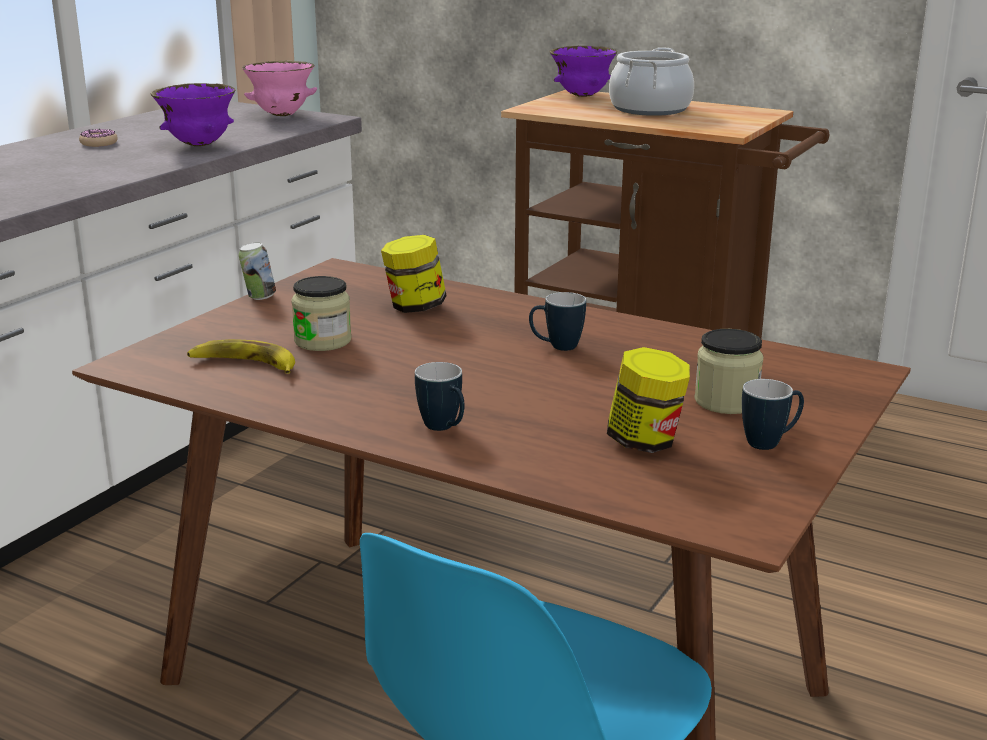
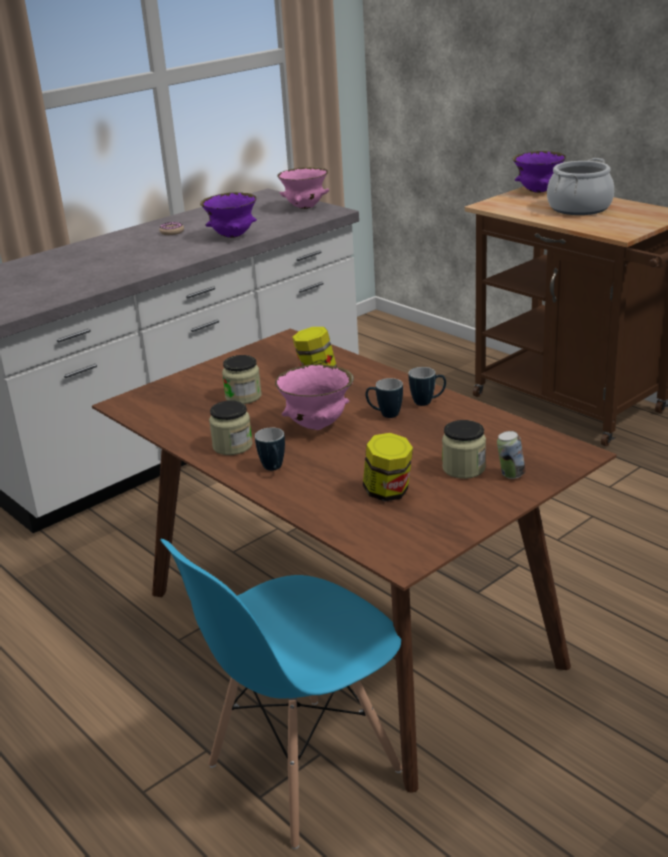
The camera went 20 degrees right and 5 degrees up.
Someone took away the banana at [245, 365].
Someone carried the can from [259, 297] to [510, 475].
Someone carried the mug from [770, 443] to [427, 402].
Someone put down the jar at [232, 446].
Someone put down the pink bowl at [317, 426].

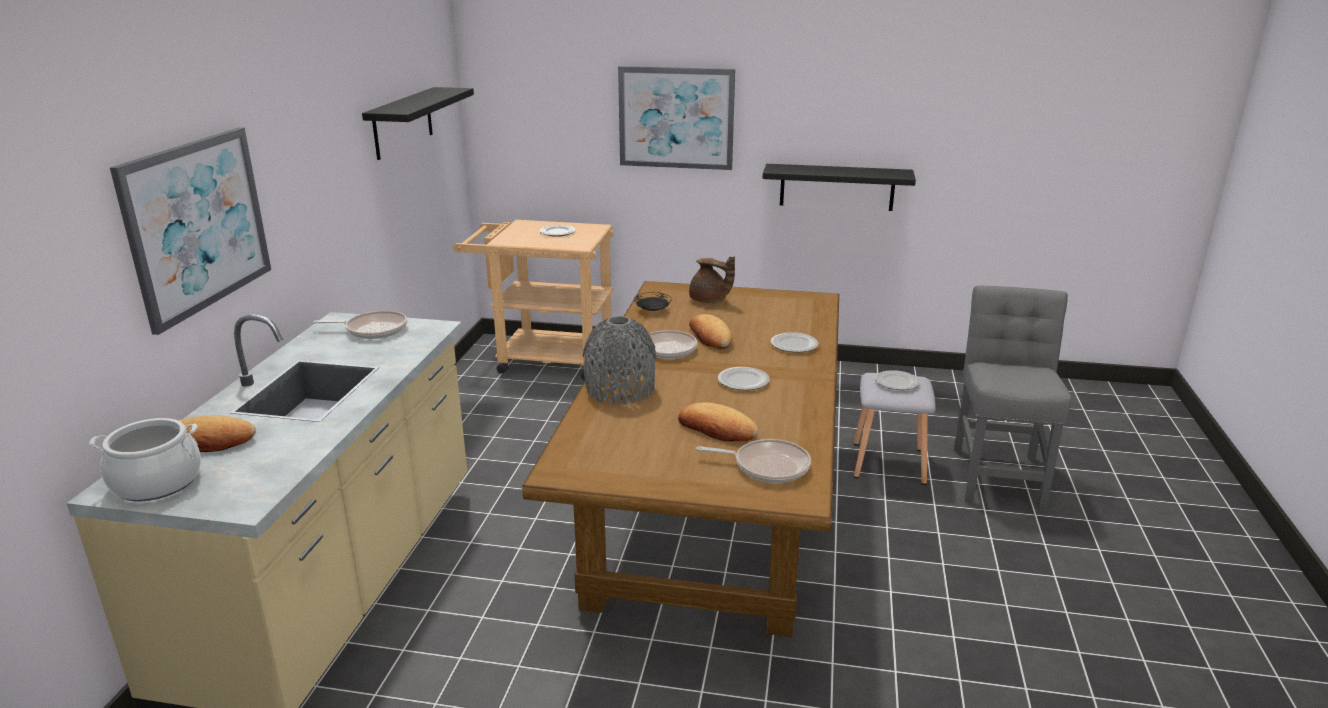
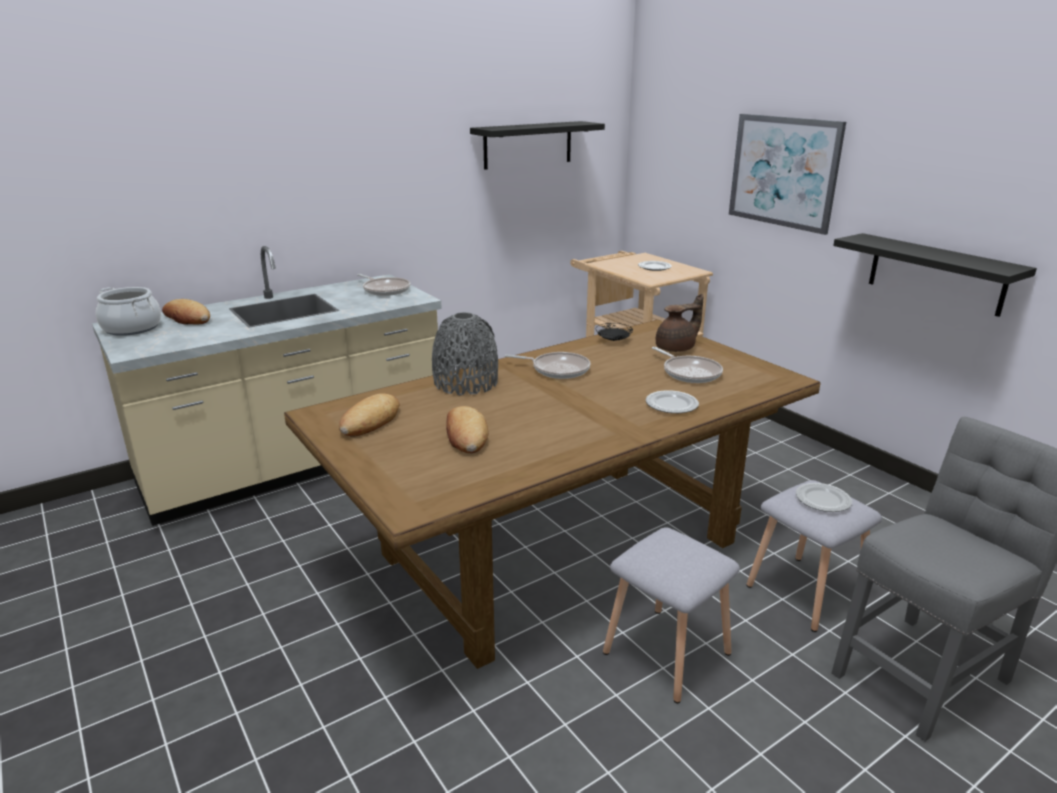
The camera went 45 degrees right and 0 degrees up.
Someone took away the picture at [197, 225].
Someone rotated the brown teapot at [709, 301] by 105 degrees counterclockwise.
Someone carried the bread from [710, 337] to [370, 421].
Someone carried the frying pan from [767, 466] to [689, 372].
Someone took away the plate at [743, 381].
Someone put down the grey stool at [666, 654].

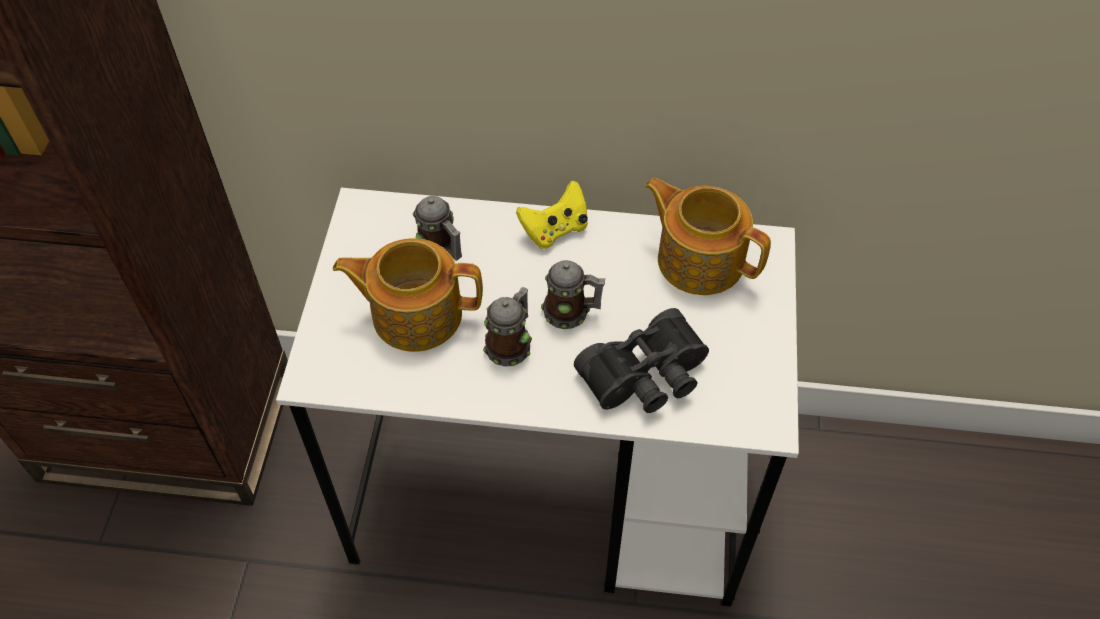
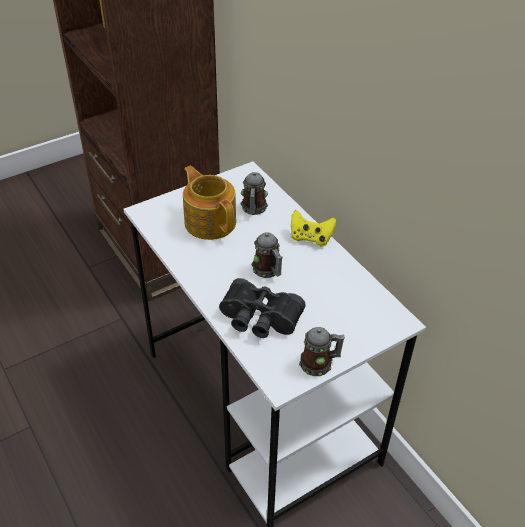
The camera went 50 degrees right and 10 degrees down.
Someone carried the mug from [511, 343] to [319, 363].
Someone took away the teapot at [699, 259].

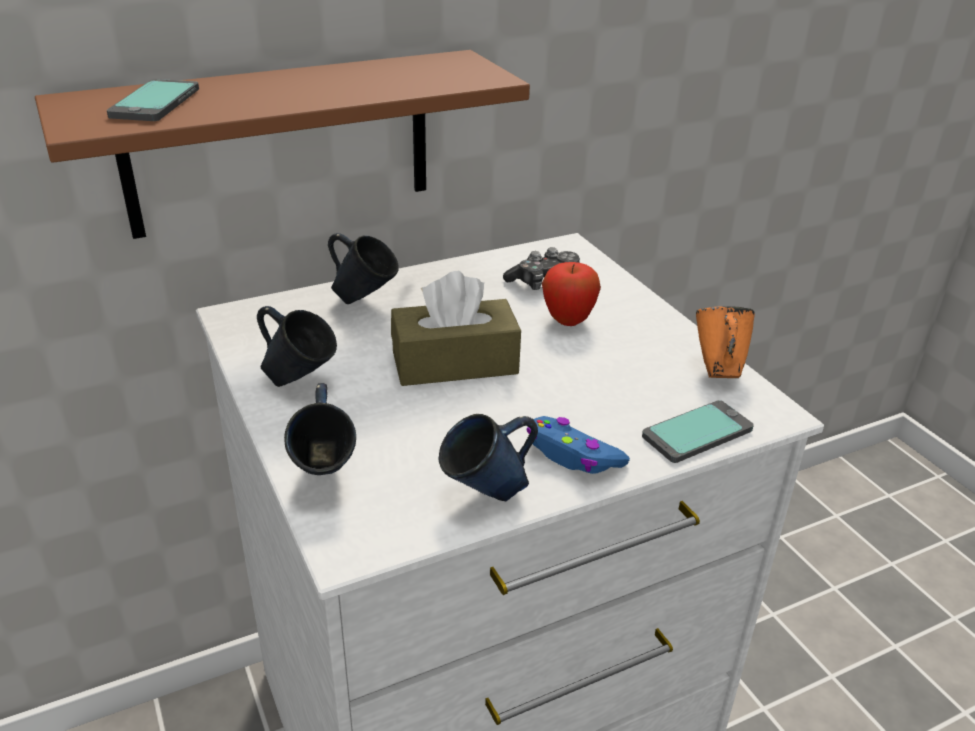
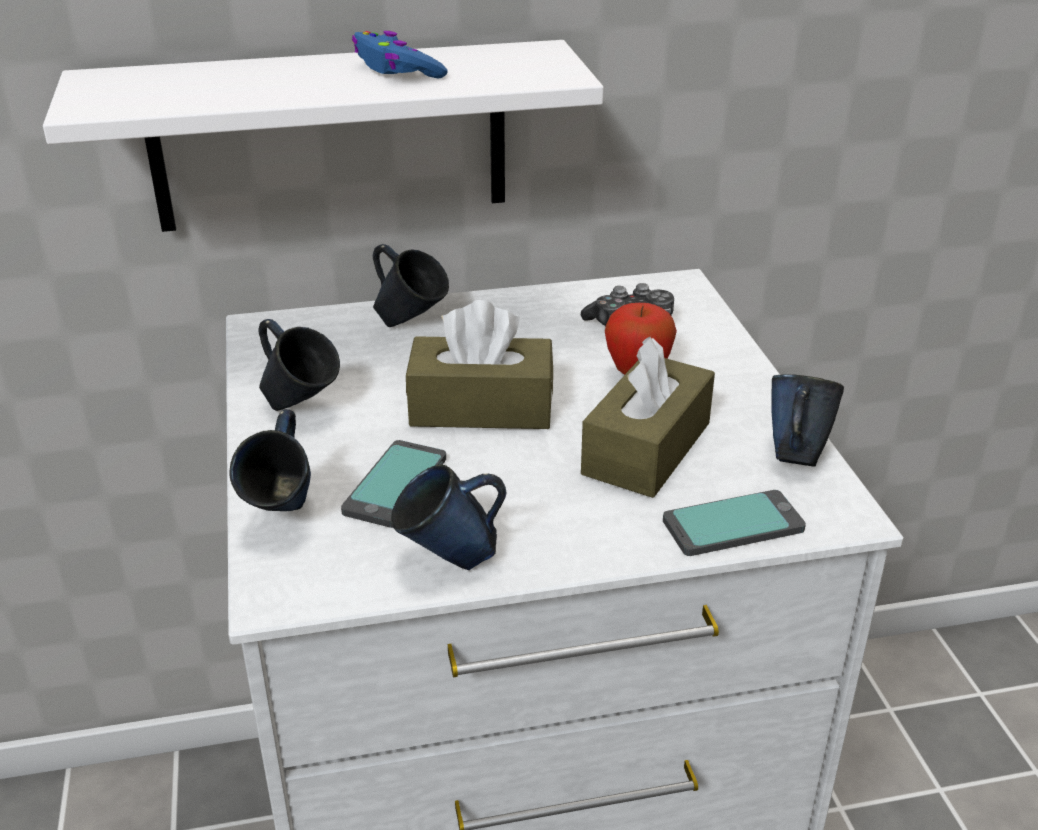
The camera went 15 degrees right and 0 degrees up.
Someone repainted the brown shelf at [280, 143], which became the white shelf at [330, 137].
Someone carried the phone from [156, 103] to [396, 485].
Someone carried the blue game controller from [572, 455] to [397, 70].
Someone repainted the orange mug at [717, 371], which became the blue mug at [795, 455].
Someone put down the brown tissue box at [646, 448].

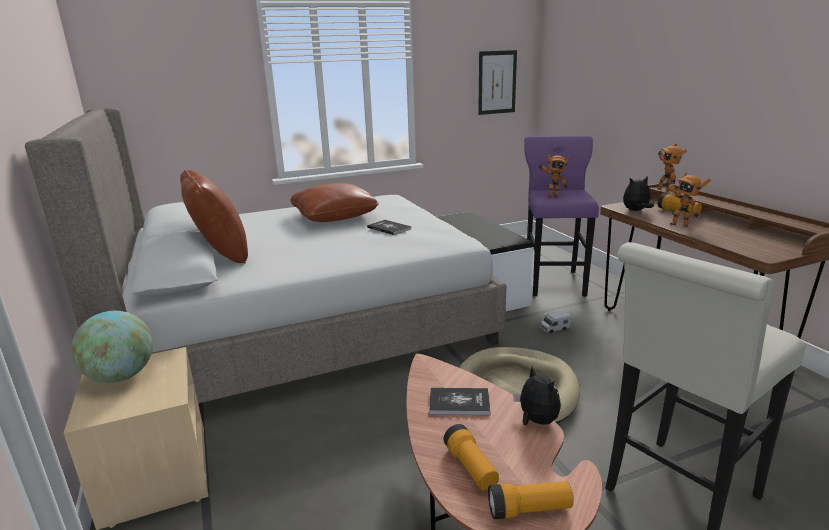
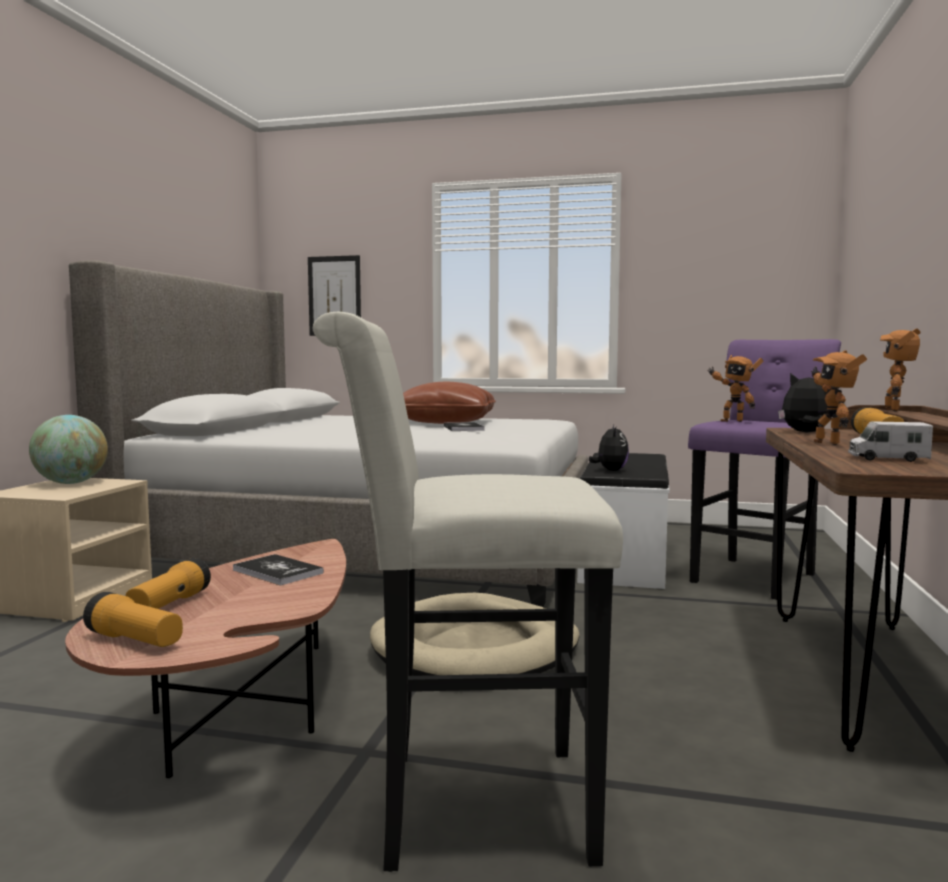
The camera went 35 degrees right and 15 degrees down.
Someone took away the brown pillow at [221, 255].
Someone carried the picture from [497, 82] to [334, 296].
Someone carried the plush toy from [536, 421] to [610, 470].
Someone carried the toy truck from [554, 328] to [887, 459].

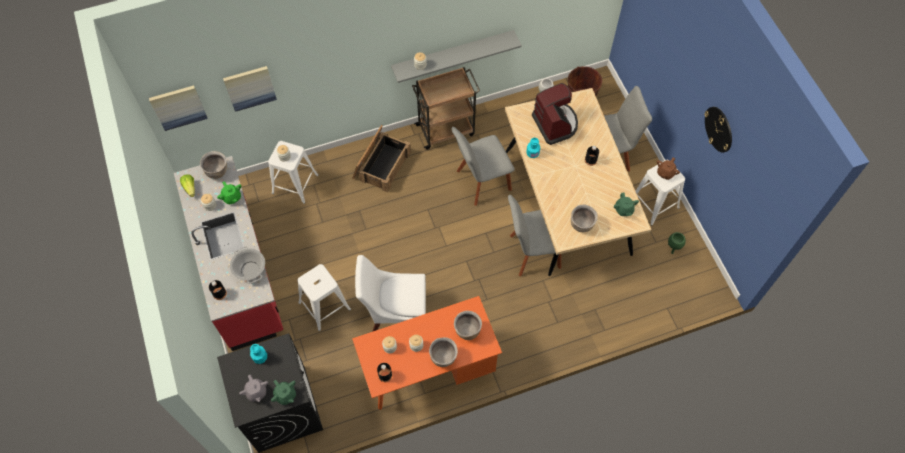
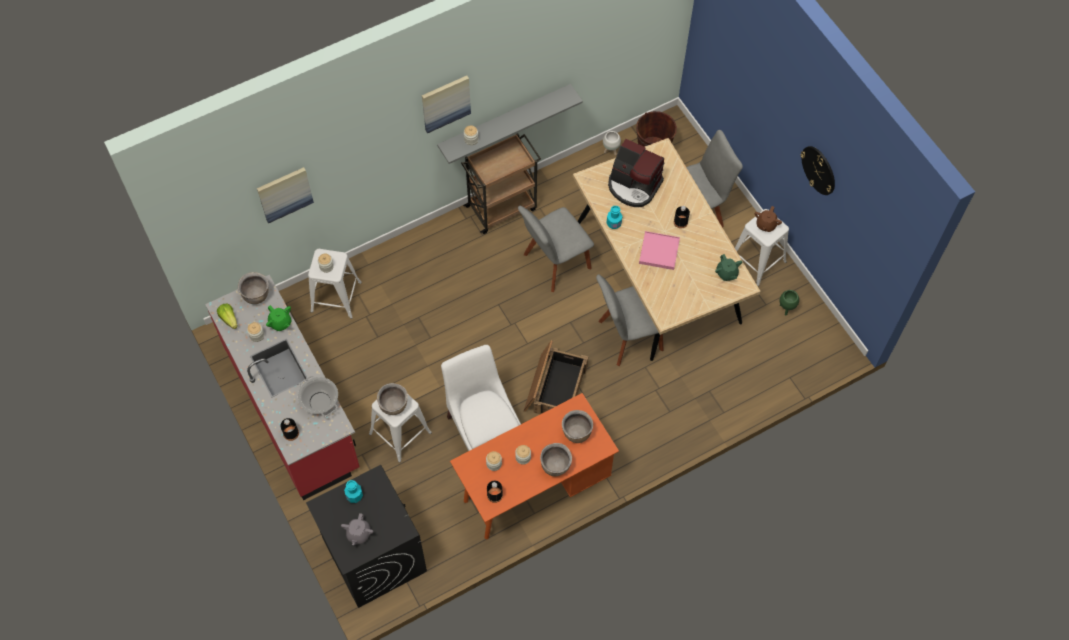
The camera went 10 degrees left and 0 degrees up.
Someone carried the picture from [178, 107] to [445, 103].
Someone rotated the grey teapot at [256, 392] by 45 degrees clockwise.
Someone took away the green teapot at [285, 395].
Someone carried the crate from [381, 164] to [555, 387].
Someone rotated the white chair at [395, 312] by 75 degrees clockwise.
Someone rotated the coffee machine at [555, 124] by 150 degrees clockwise.
Someone carried the brown cooking pot from [582, 225] to [394, 406].
Someone put down the pink tray at [659, 251].

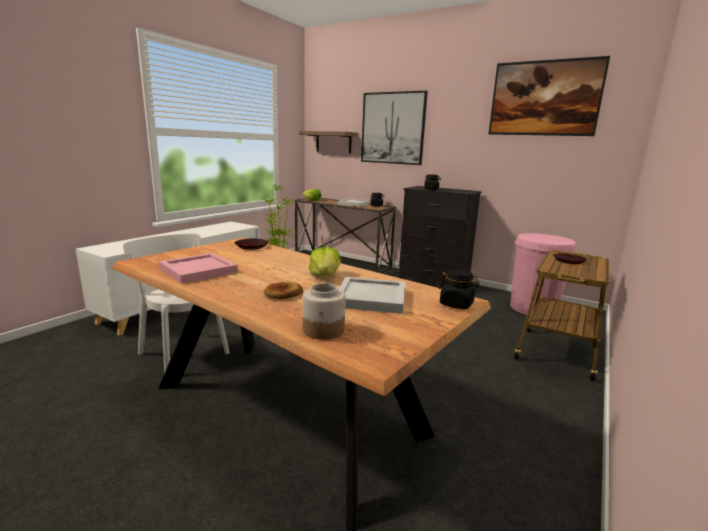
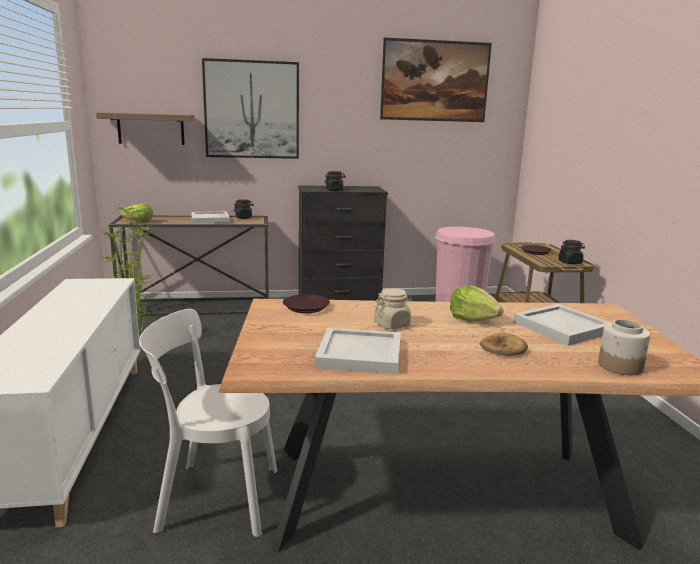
The camera went 40 degrees left and 0 degrees up.
Someone repainted the pink tray at [197, 270], which became the white tray at [358, 354].
Someone carried the black jar from [456, 304] to [570, 262].
Someone put down the beige jar at [392, 325].

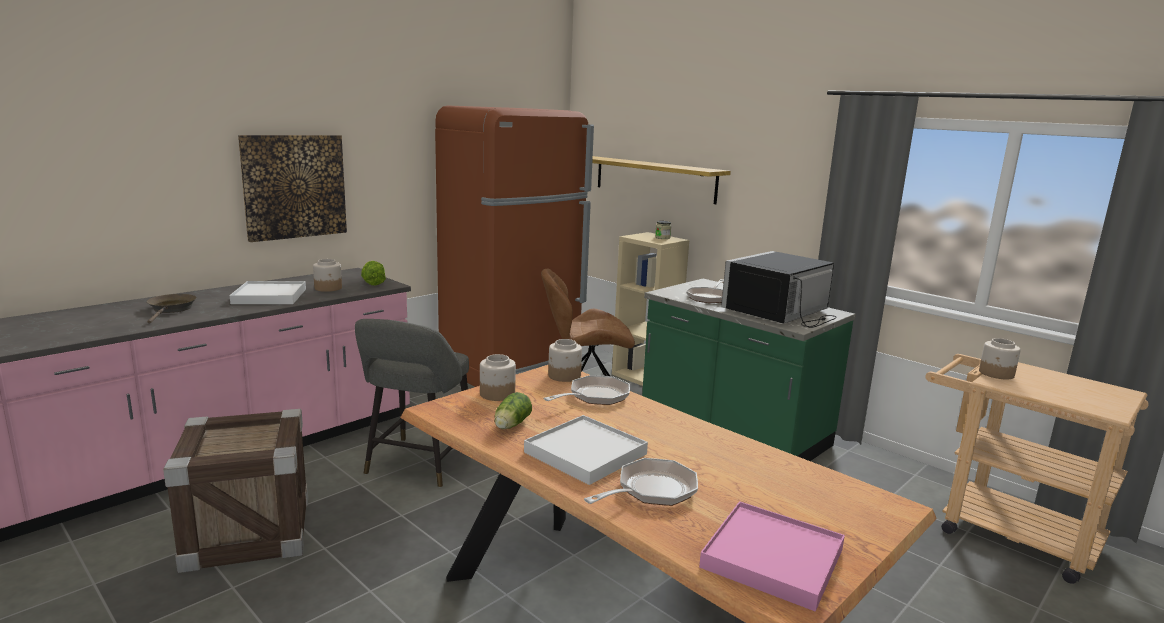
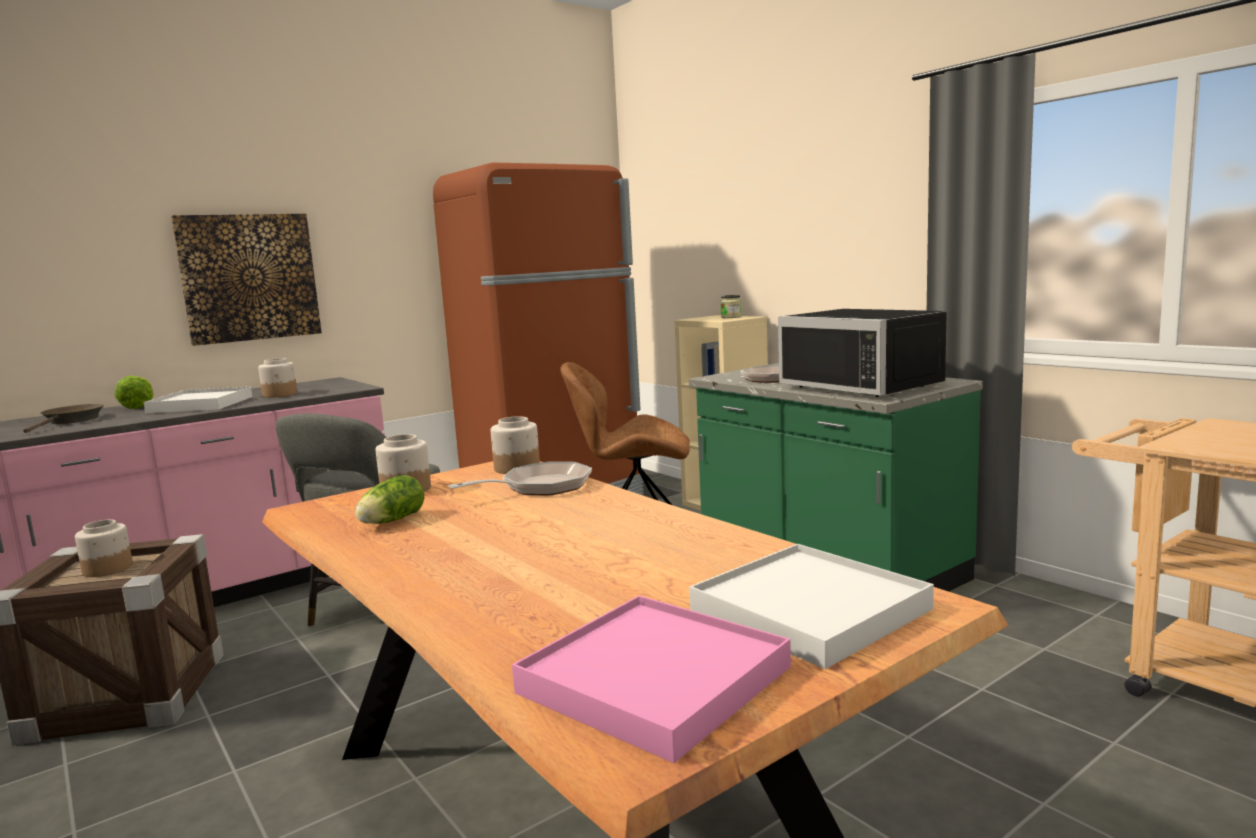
The camera went 10 degrees right and 5 degrees down.
Someone carried the lettuce from [372, 283] to [138, 406].
Someone carried the white tray from [586, 453] to [810, 610].
Someone took away the frying pan at [651, 490].
Someone took away the shelf at [654, 179].
Someone rotated the black microwave at [781, 313] by 90 degrees counterclockwise.
Someone carried the jar from [996, 374] to [107, 569].

